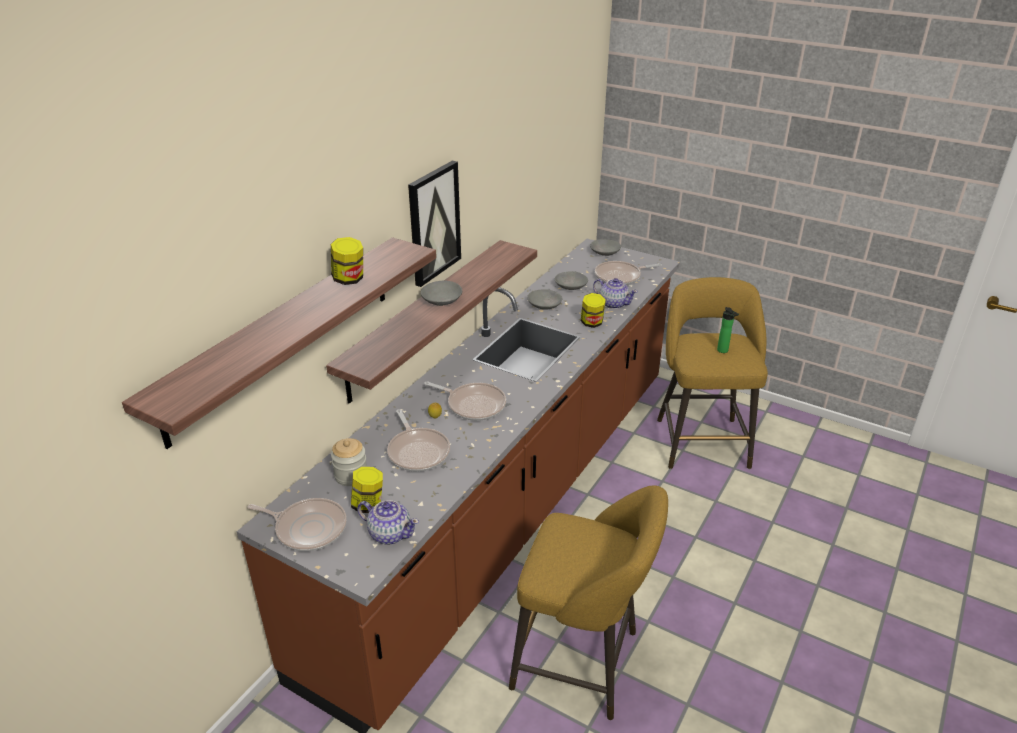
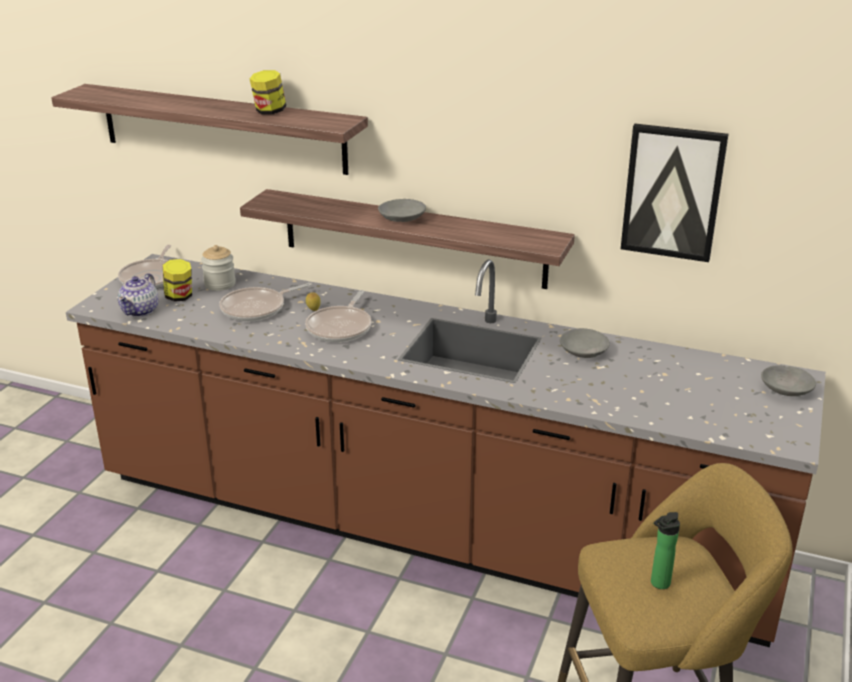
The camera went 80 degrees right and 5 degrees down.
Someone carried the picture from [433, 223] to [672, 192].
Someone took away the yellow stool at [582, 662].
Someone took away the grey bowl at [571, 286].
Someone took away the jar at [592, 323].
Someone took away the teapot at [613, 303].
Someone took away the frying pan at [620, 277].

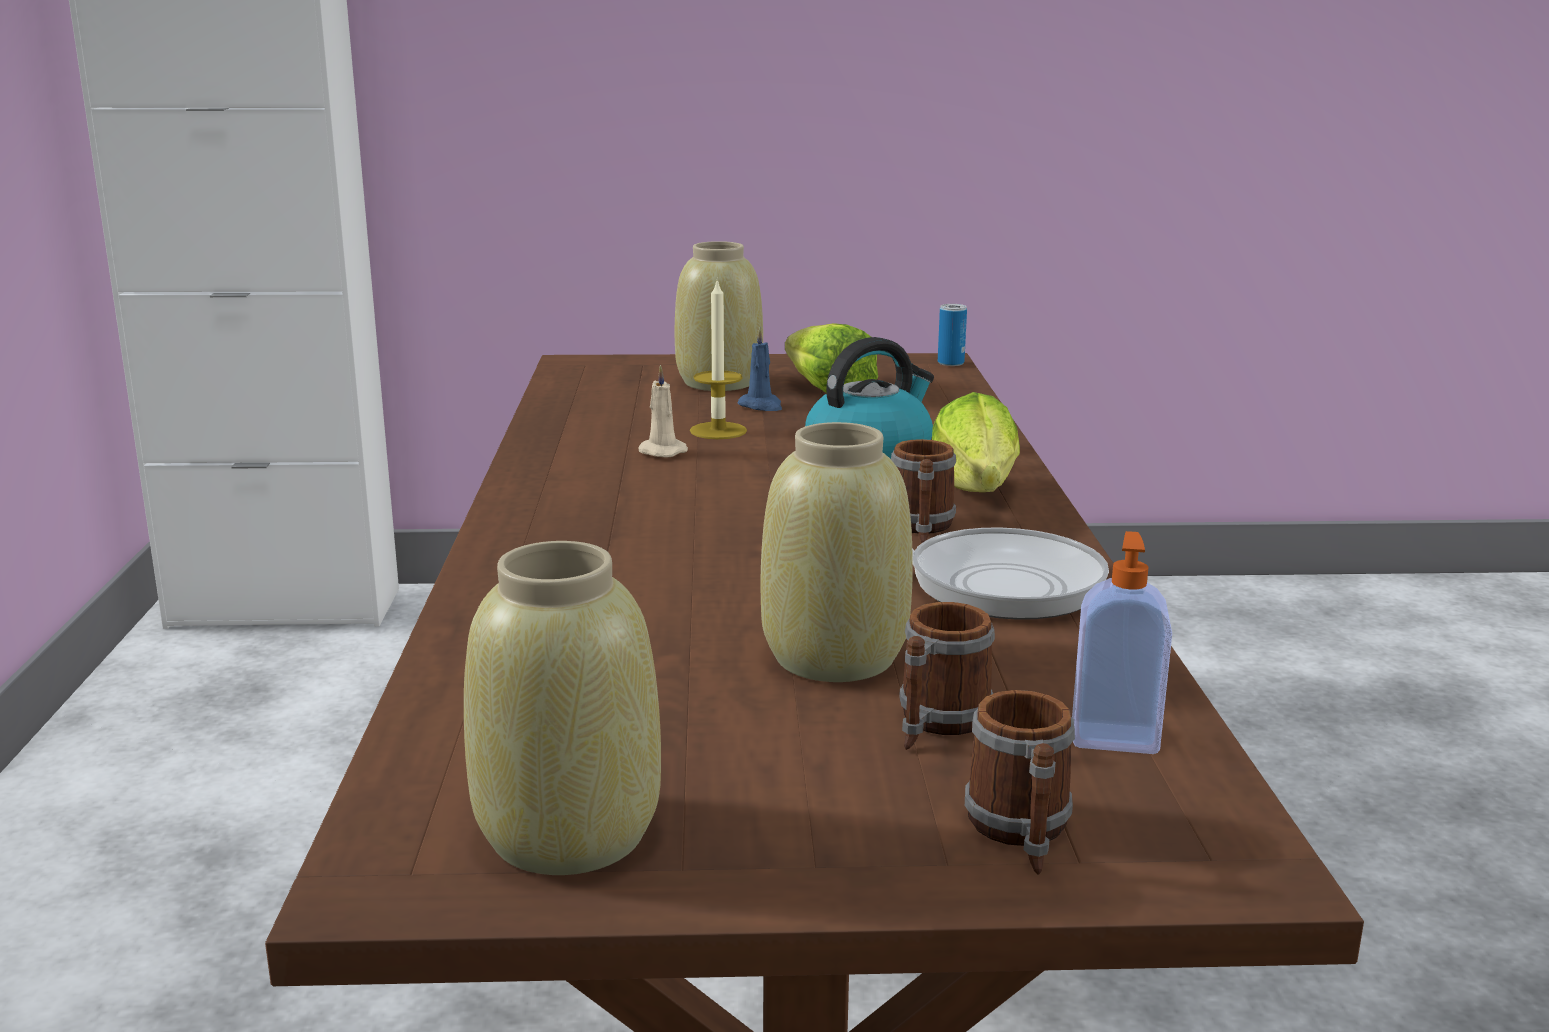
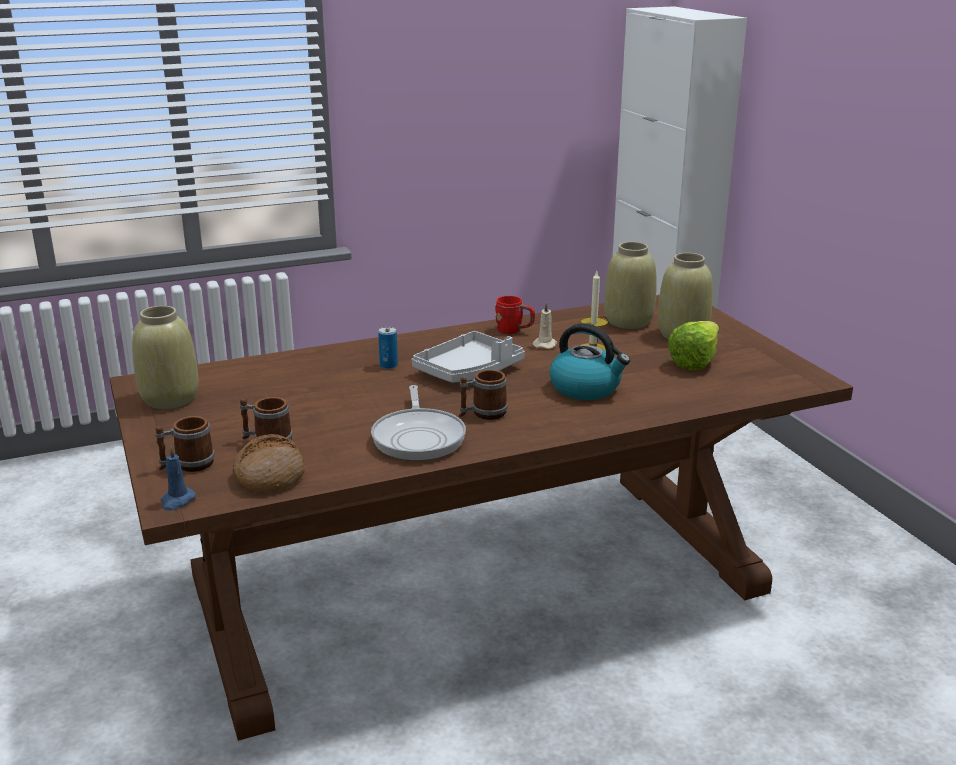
The camera went 70 degrees right and 5 degrees up.
Someone carried the blue candle from [761, 406] to [177, 501].
Someone carried the beige vase from [832, 658] to [627, 321].
Someone took away the lettuce at [974, 498].
Someone carried the can from [950, 363] to [388, 365].
Someone swapped the soap dispenser at [1114, 736] for the bread at [269, 476].
Someone put down the grey tray at [469, 371].
Someone put down the red mug at [514, 331].

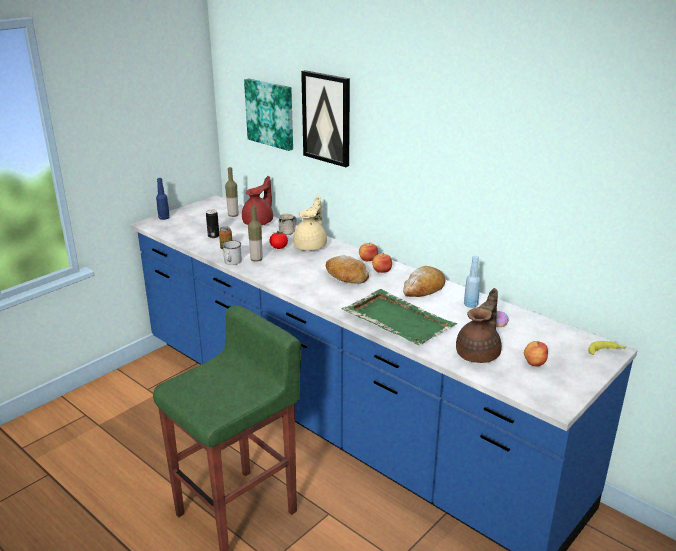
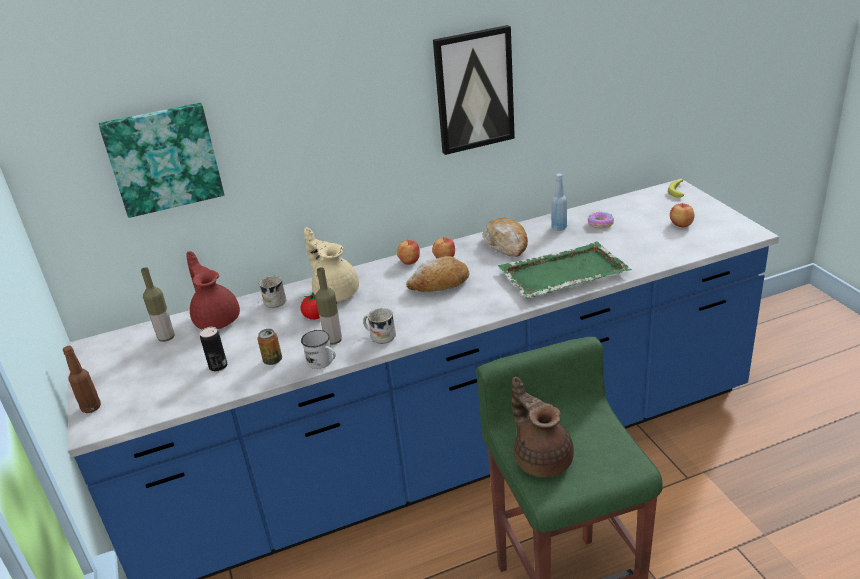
The camera went 60 degrees left and 5 degrees up.
Someone repainted the blue bottle at [164, 218], which became the brown bottle at [91, 407].
Someone carried the picture from [327, 118] to [474, 90].
Someone carried the brown teapot from [479, 353] to [542, 458].
Someone put down the white mug at [380, 336].

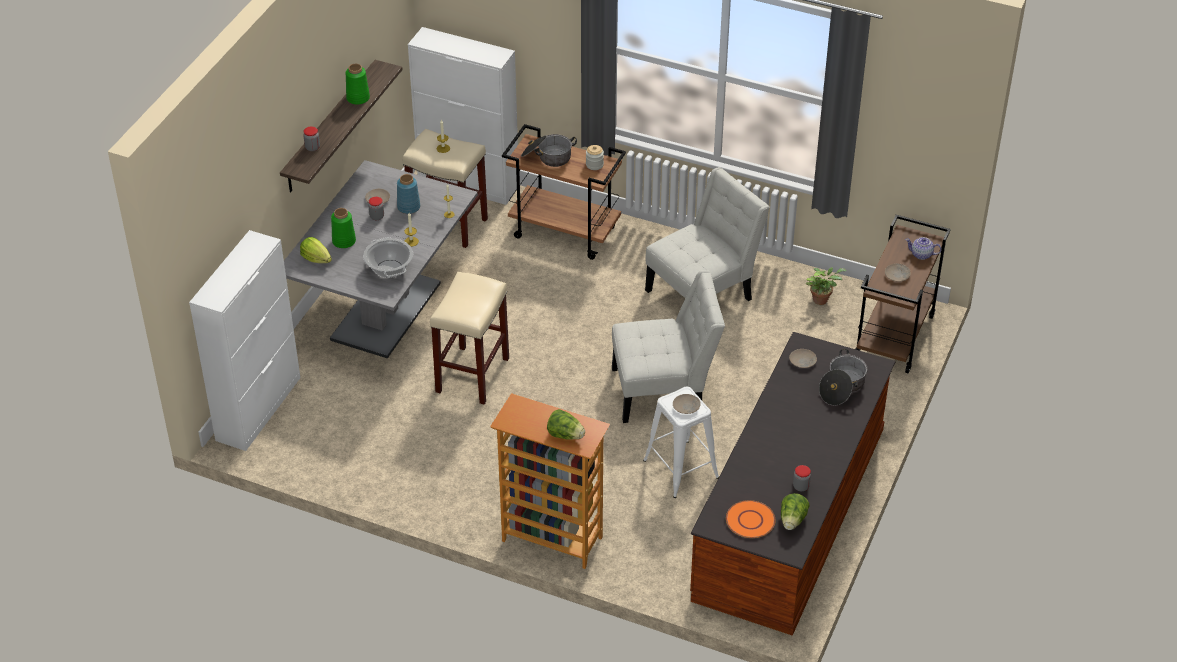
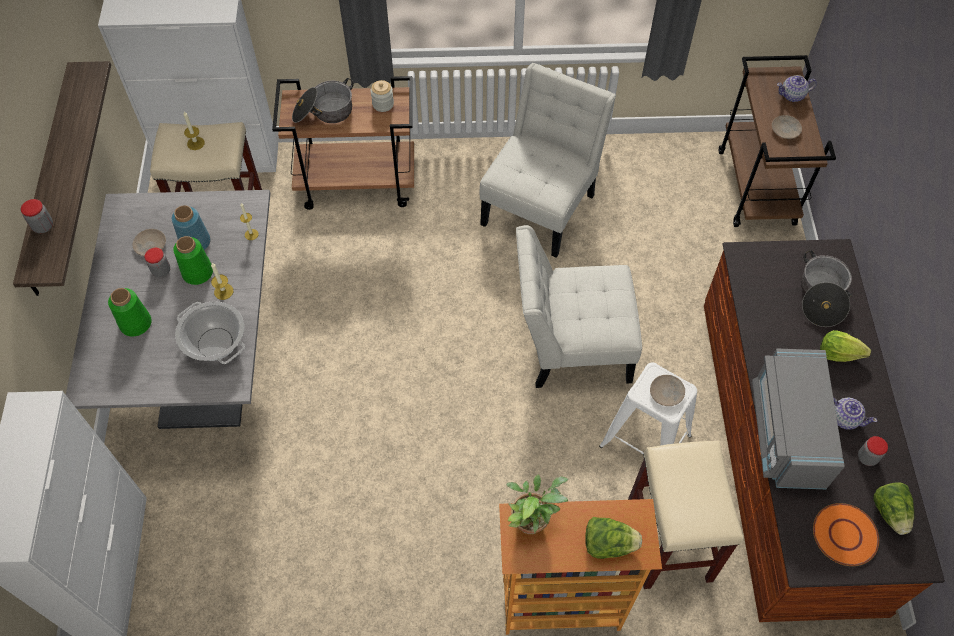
The camera went 25 degrees left and 15 degrees up.
Someone carried the lettuce from [316, 259] to [838, 354].
Someone carried the green vase from [358, 98] to [198, 273].
Someone carried the beige stool from [472, 376] to [670, 542].
Someone rotated the white chair at [664, 391] by 150 degrees counterclockwise.
Someone took away the beige plate at [803, 361].
Someone carried the potted plant from [822, 299] to [531, 519].
Someone put down the grey microwave at [787, 432].
Someone put down the teapot at [844, 418].

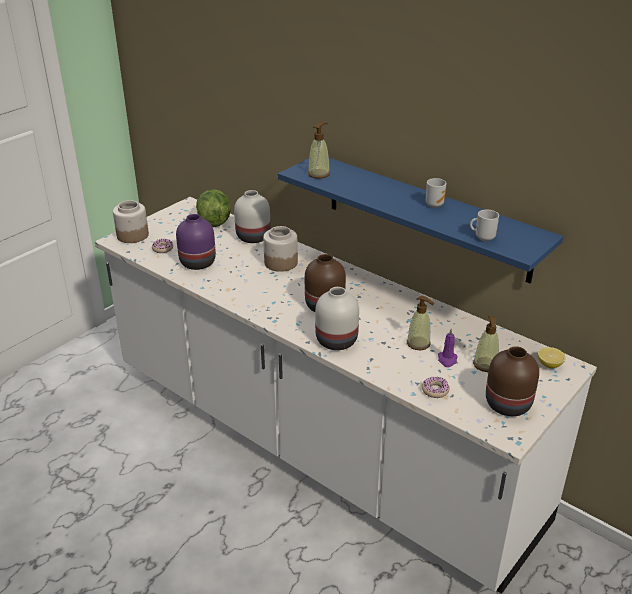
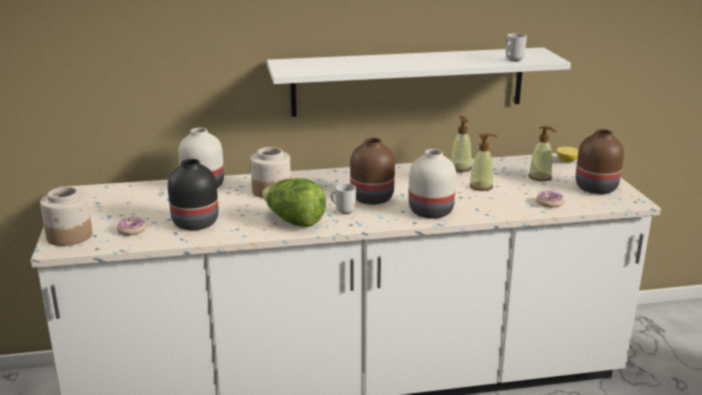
The camera went 50 degrees left and 10 degrees down.
Someone repainted the purple vase at [197, 262], which became the black vase at [194, 223].
Someone carried the lettuce from [214, 221] to [294, 222].
Someone repainted the blue shelf at [426, 217], which became the white shelf at [408, 81].
Someone carried the soap dispenser from [319, 174] to [460, 168].
Someone carried the mug from [434, 204] to [344, 211].
Someone took away the purple candle at [447, 360].

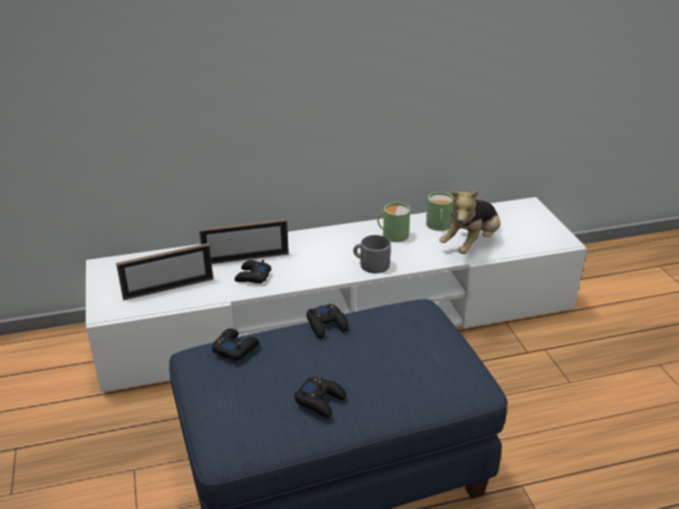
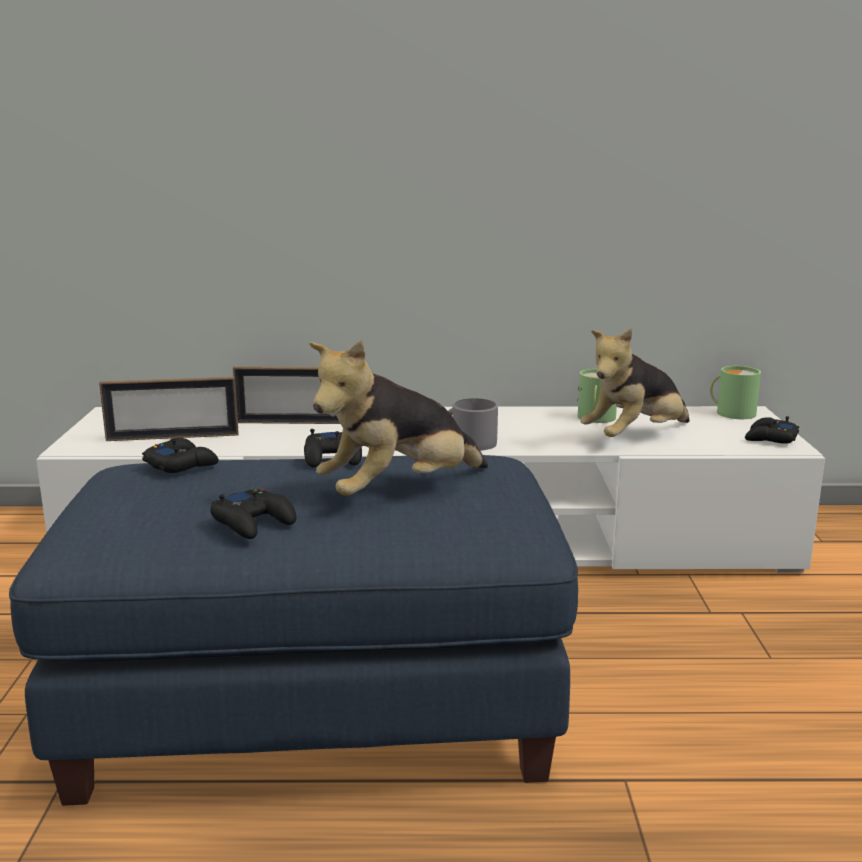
The camera went 15 degrees right and 15 degrees down.
Someone carried the black game controller from [252, 276] to [770, 438].
Someone carried the green mug from [392, 234] to [731, 412].
Someone put down the plush toy at [399, 492].

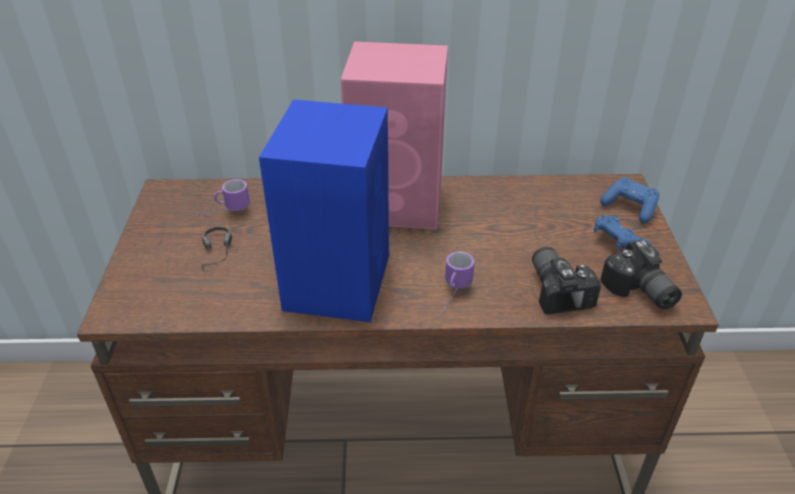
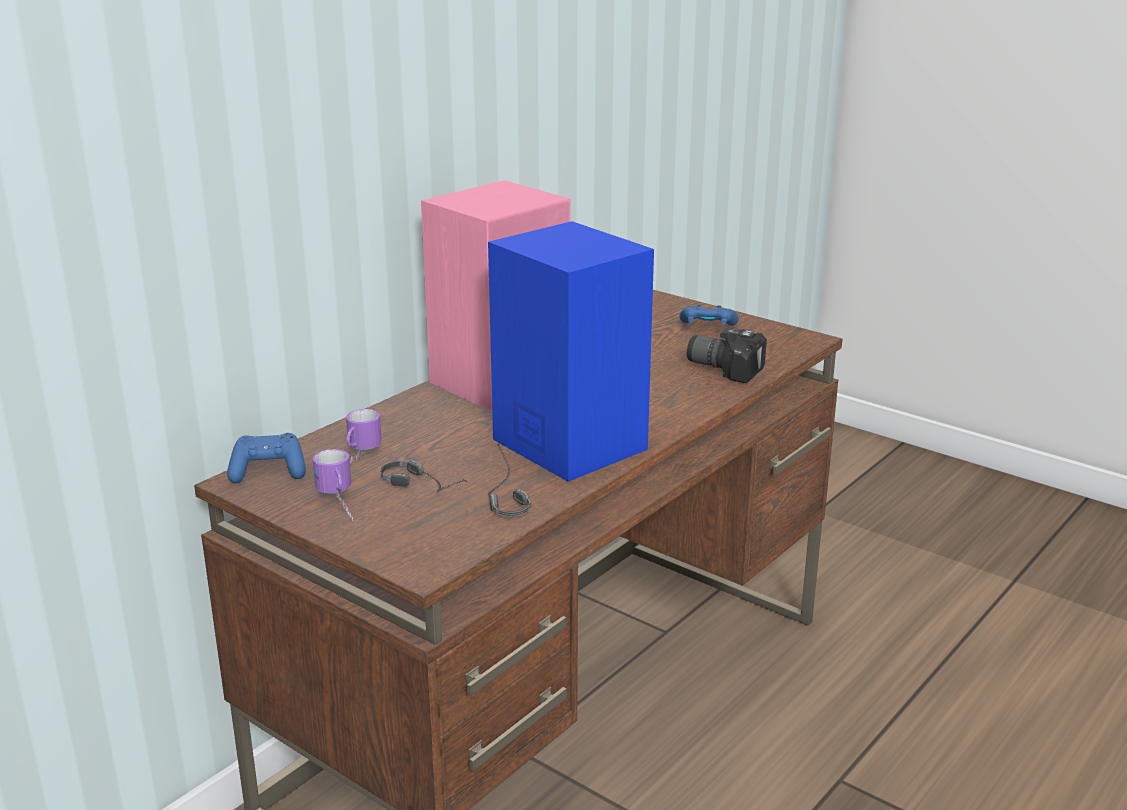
The camera went 50 degrees left and 15 degrees down.
Someone carried the mug from [452, 296] to [340, 505].
Someone carried the blue game controller from [629, 207] to [268, 471].
Someone took away the photo camera at [639, 292].
Someone put down the headphones at [499, 494].

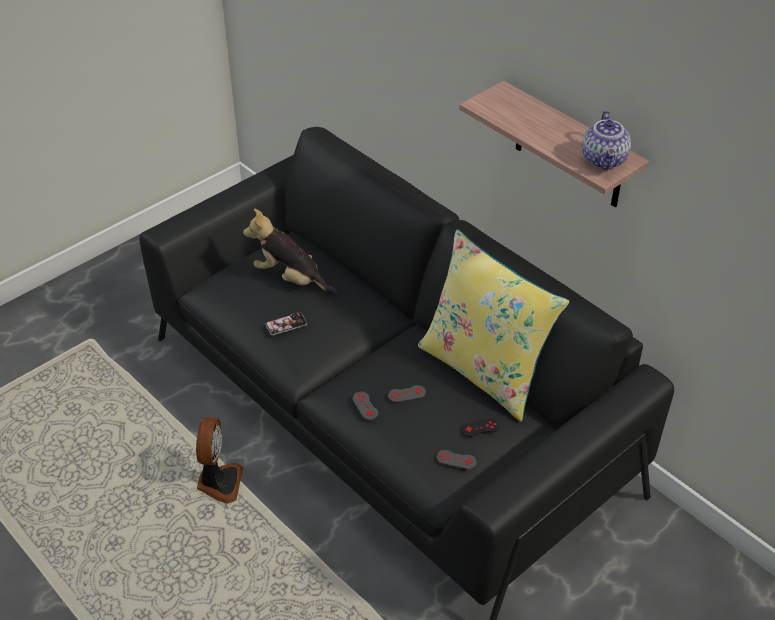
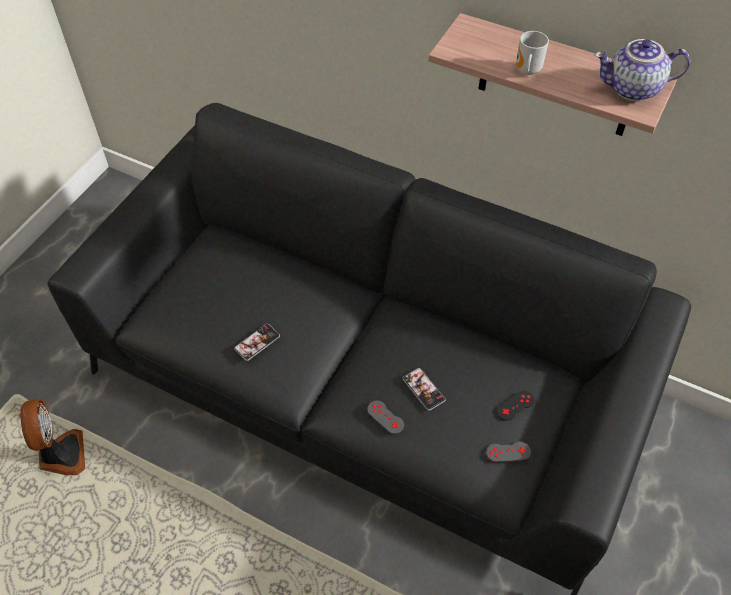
The camera went 20 degrees left and 10 degrees up.
Someone carried the fan from [219, 482] to [61, 455].
Someone took away the plush toy at [291, 279].
Someone swapped the grey game controller at [406, 394] for the phone at [423, 389].
Someone took away the yellow pillow at [484, 370].
Someone rotated the teapot at [605, 160] by 105 degrees clockwise.
Someone put down the mug at [526, 71].

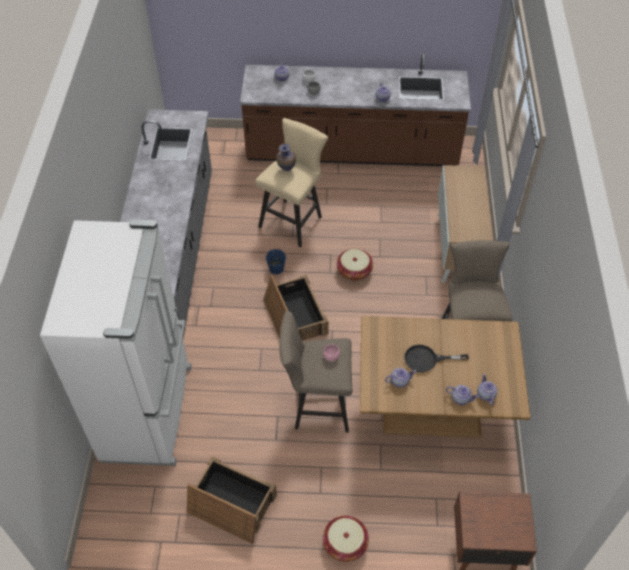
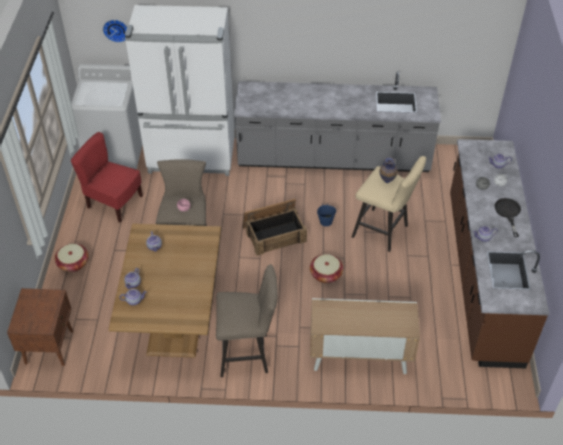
The camera went 90 degrees right and 5 degrees down.
Someone swapped the crate at [231, 504] for the red chair at [114, 203].
Someone carried the black frying pan from [426, 359] to [508, 213].
Someone put down the white washing machine at [116, 152].
Someone put up the wall clock at [116, 29].

